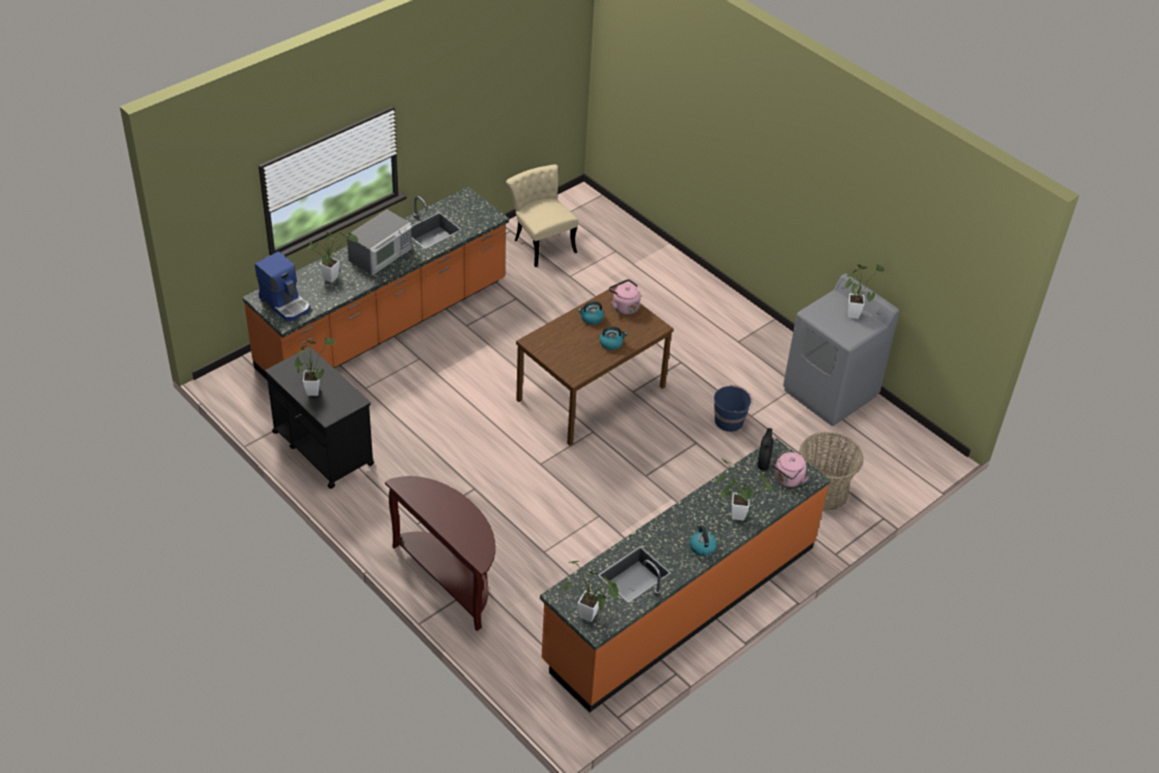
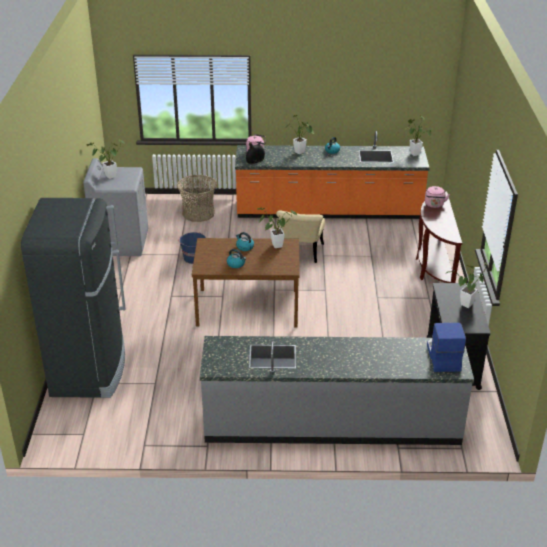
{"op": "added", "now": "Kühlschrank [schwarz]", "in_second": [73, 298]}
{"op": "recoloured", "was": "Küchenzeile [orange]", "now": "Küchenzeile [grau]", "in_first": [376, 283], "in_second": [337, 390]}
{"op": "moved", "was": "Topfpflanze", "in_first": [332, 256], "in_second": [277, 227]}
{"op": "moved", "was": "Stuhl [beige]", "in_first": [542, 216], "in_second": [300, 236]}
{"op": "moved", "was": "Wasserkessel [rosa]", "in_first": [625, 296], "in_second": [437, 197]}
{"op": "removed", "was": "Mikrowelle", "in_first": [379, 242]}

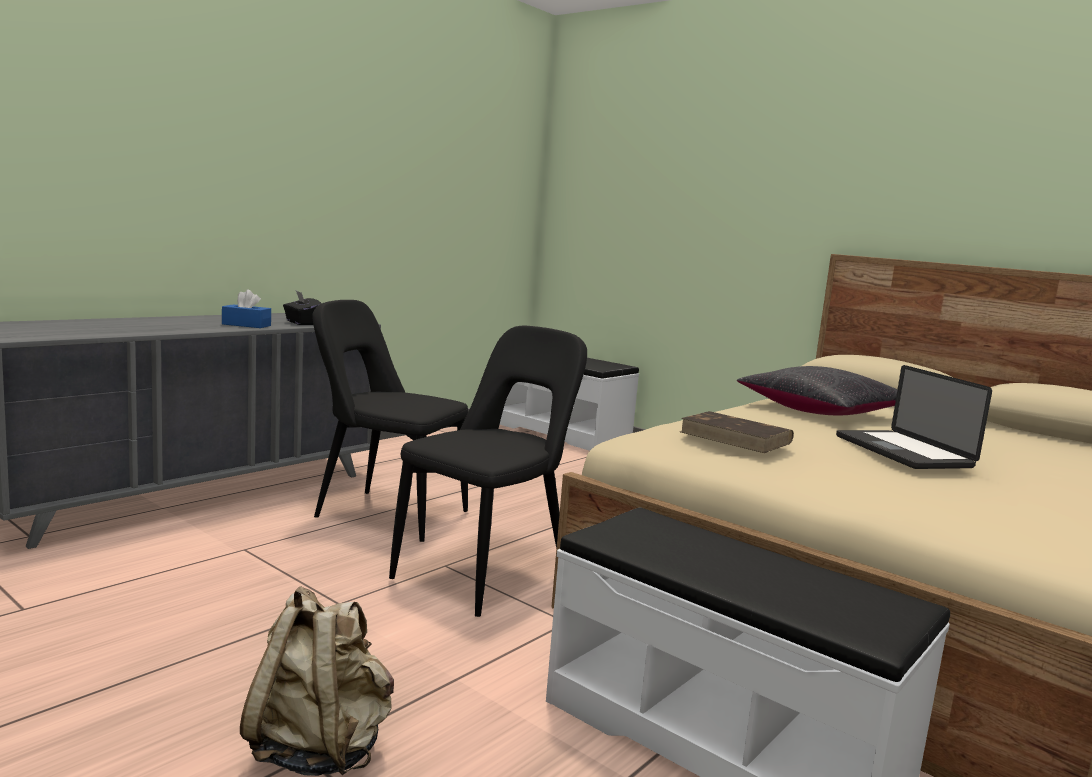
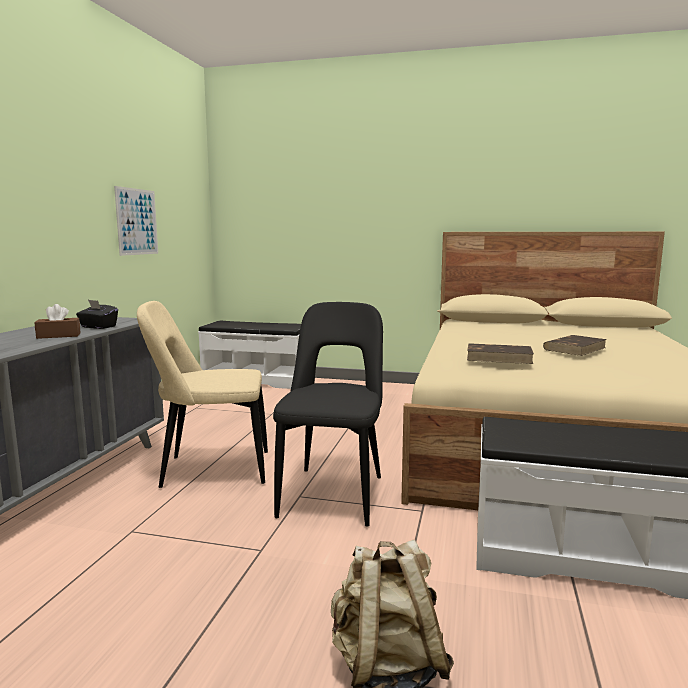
{"op": "recoloured", "was": "Taschentuchbox [blau]", "now": "Taschentuchbox [braun]", "in_first": [246, 309], "in_second": [57, 321]}
{"op": "added", "now": "Bild", "in_second": [136, 221]}
{"op": "recoloured", "was": "Stuhl [schwarz]", "now": "Stuhl [beige]", "in_first": [390, 421], "in_second": [202, 394]}
{"op": "replaced", "was": "Laptop", "now": "Buch [braun]", "in_first": [914, 417], "in_second": [575, 345]}
{"op": "removed", "was": "Kissen [schwarz]", "in_first": [817, 390]}

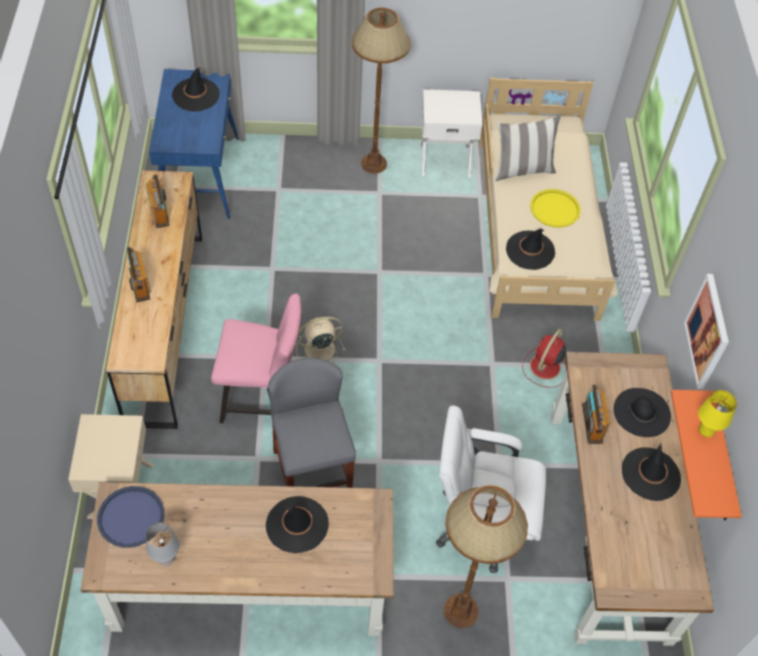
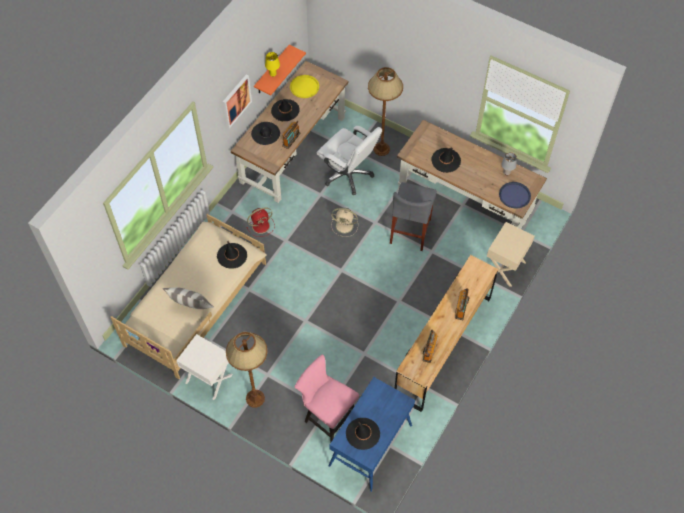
{"op": "moved", "was": "Tablett [gelb]", "in_first": [555, 208], "in_second": [304, 86]}
{"op": "moved", "was": "Stuhl [rosa]", "in_first": [256, 358], "in_second": [327, 398]}
{"op": "moved", "was": "Ventilator [beige]", "in_first": [320, 340], "in_second": [344, 222]}

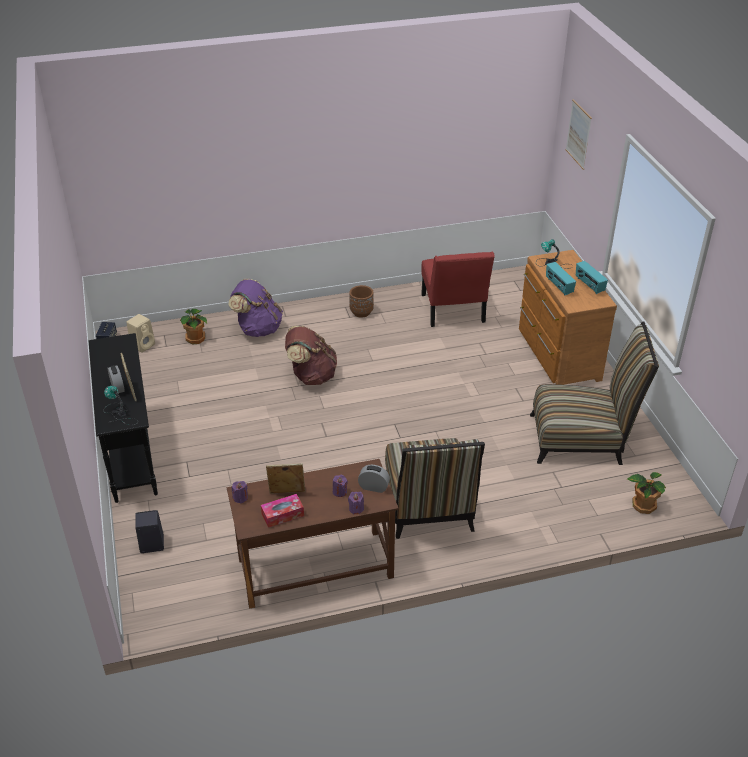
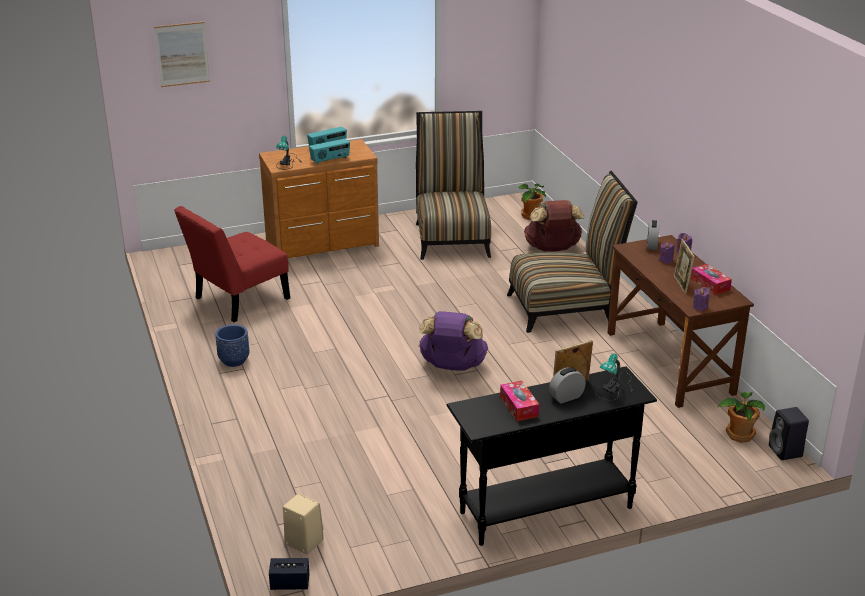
{"op": "turned", "was": "Stuhl [rot]", "in_first": [458, 289], "in_second": [232, 264], "clockwise": 150}
{"op": "recoloured", "was": "Pflanzkübel [braun]", "now": "Pflanzkübel [blau]", "in_first": [361, 301], "in_second": [232, 345]}
{"op": "moved", "was": "Rucksack [lila]", "in_first": [256, 308], "in_second": [453, 341]}
{"op": "added", "now": "Taschentuchbox", "in_second": [519, 401]}
{"op": "moved", "was": "Rucksack [braun]", "in_first": [311, 355], "in_second": [554, 226]}
{"op": "moved", "was": "Topfpflanze", "in_first": [193, 327], "in_second": [741, 417]}
{"op": "moved", "was": "Lautsprecher [schwarz]", "in_first": [149, 531], "in_second": [789, 433]}

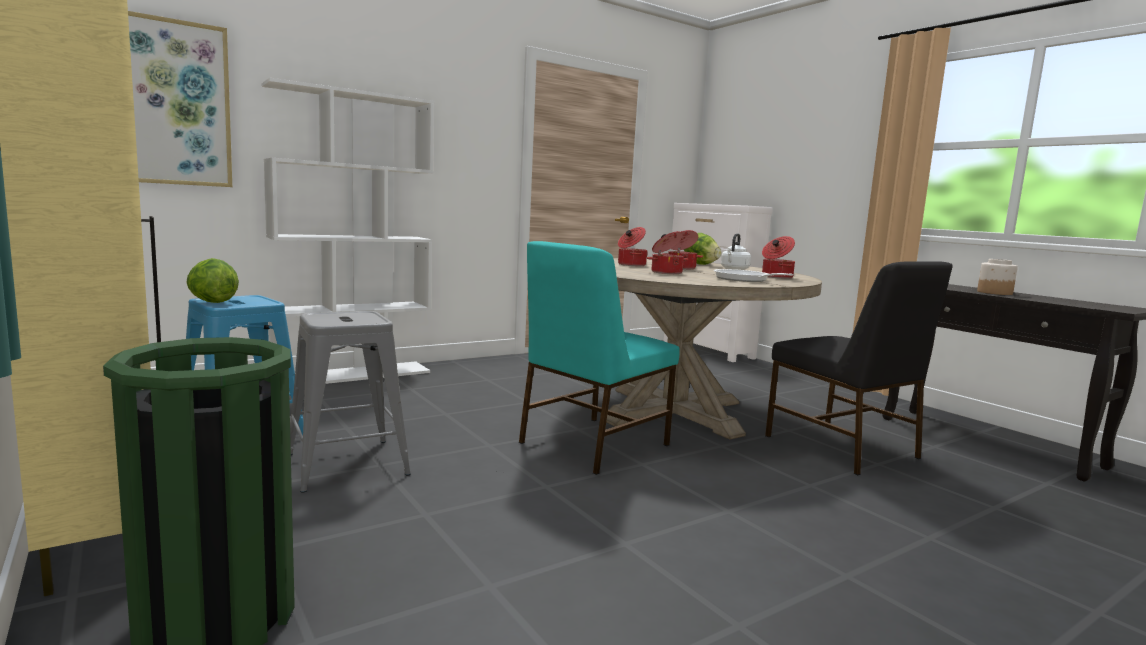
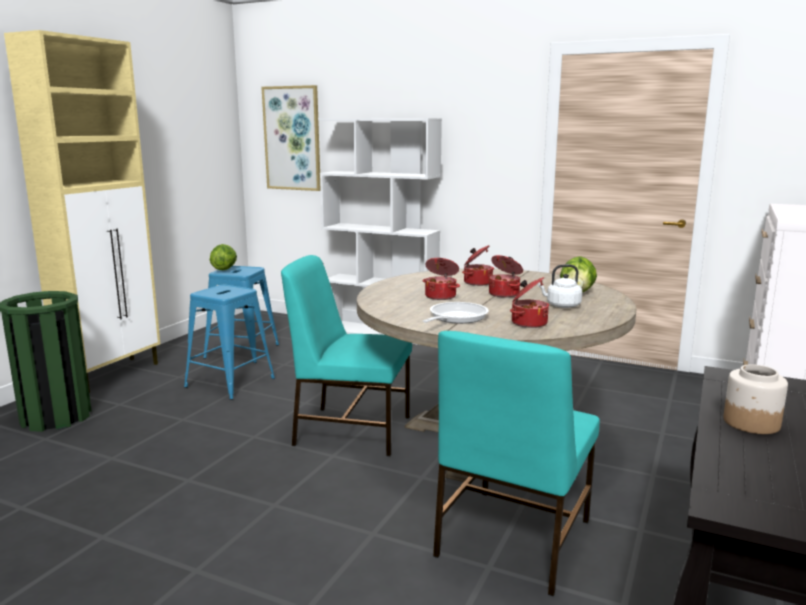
{"op": "recoloured", "was": "Hocker [grau]", "now": "Hocker [blau]", "in_first": [350, 402], "in_second": [229, 342]}
{"op": "recoloured", "was": "Stuhl [schwarz]", "now": "Stuhl [türkis]", "in_first": [859, 368], "in_second": [516, 463]}

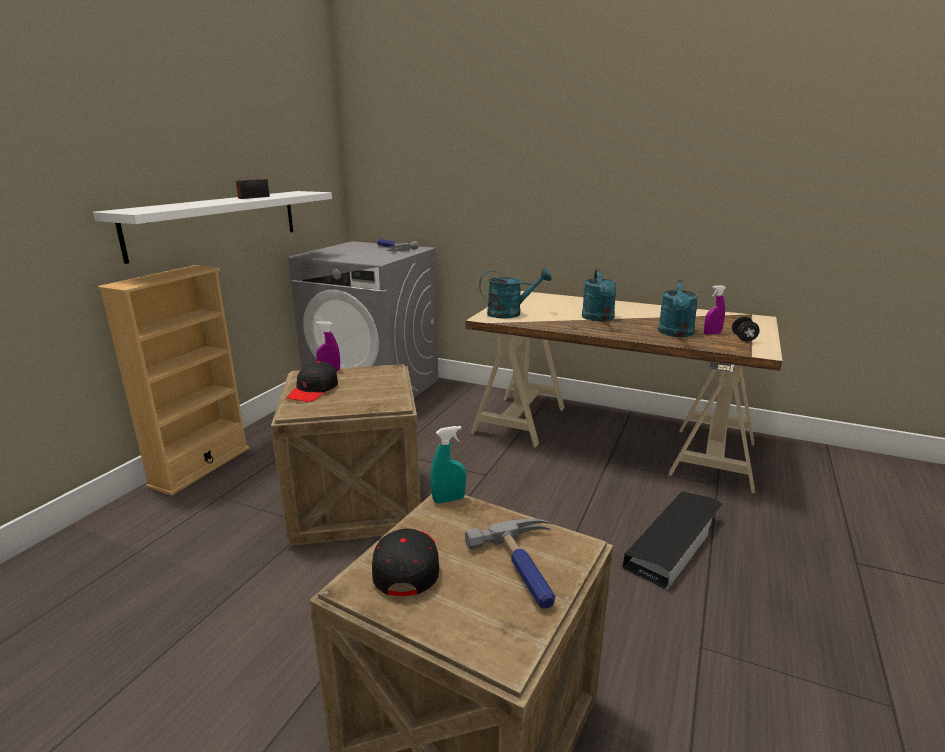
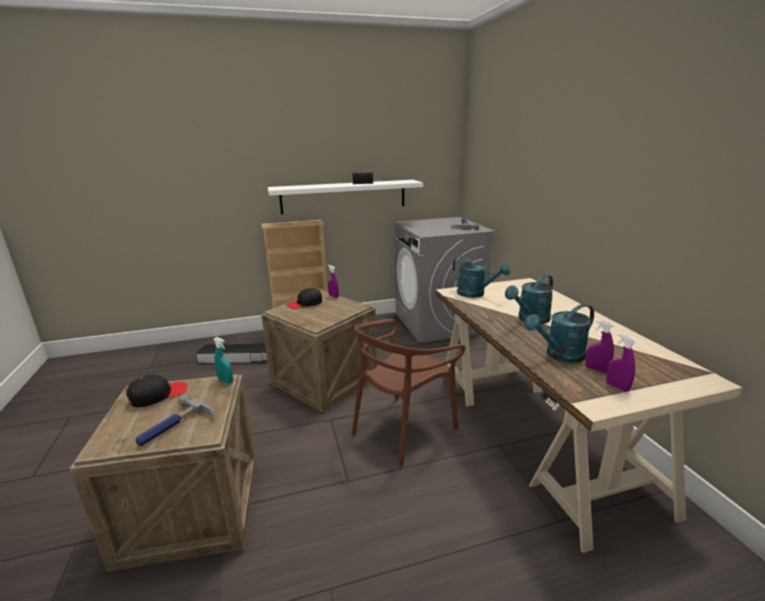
{"op": "moved", "was": "Aufbewahrungsbox [schwarz]", "in_first": [672, 540], "in_second": [231, 353]}
{"op": "added", "now": "Stuhl [braun]", "in_second": [408, 393]}
{"op": "replaced", "was": "Hantel [schwarz]", "now": "Sprühflasche [lila]", "in_first": [746, 329], "in_second": [621, 362]}

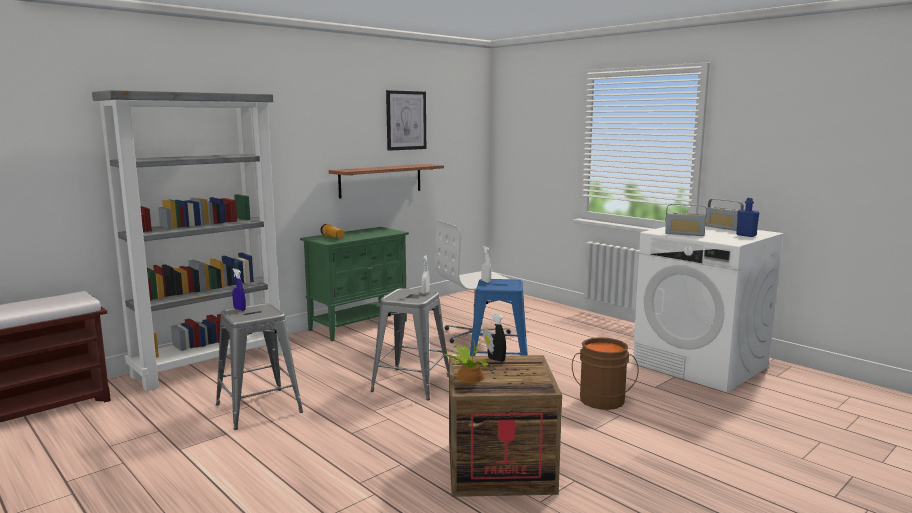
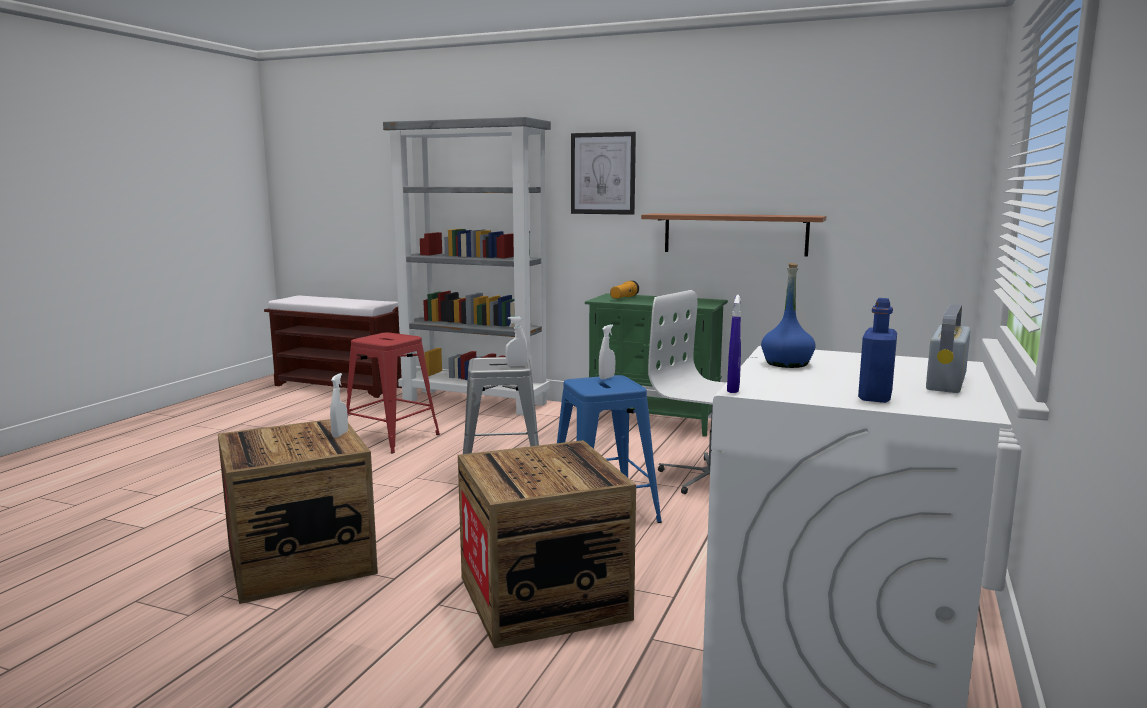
{"op": "recoloured", "was": "Sprühflasche [schwarz]", "now": "Sprühflasche [weiß]", "in_first": [496, 337], "in_second": [339, 405]}
{"op": "recoloured", "was": "Hocker [grau]", "now": "Hocker [rot]", "in_first": [259, 366], "in_second": [393, 393]}
{"op": "replaced", "was": "Eimer [braun]", "now": "Kiste", "in_first": [605, 373], "in_second": [547, 544]}
{"op": "moved", "was": "Bild", "in_first": [406, 120], "in_second": [603, 173]}
{"op": "moved", "was": "Sprühflasche [blau]", "in_first": [239, 290], "in_second": [734, 344]}
{"op": "replaced", "was": "Radio", "now": "Flasche [blau]", "in_first": [686, 220], "in_second": [788, 315]}
{"op": "removed", "was": "Topfpflanze", "in_first": [469, 354]}

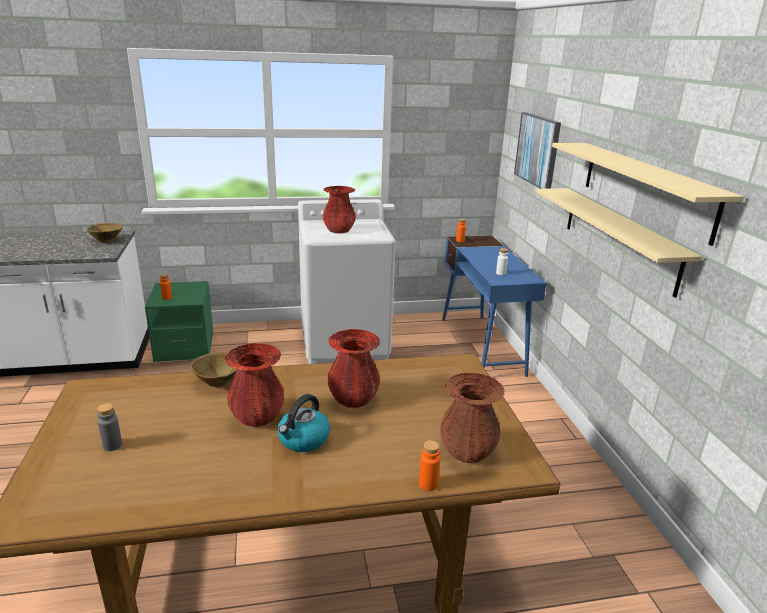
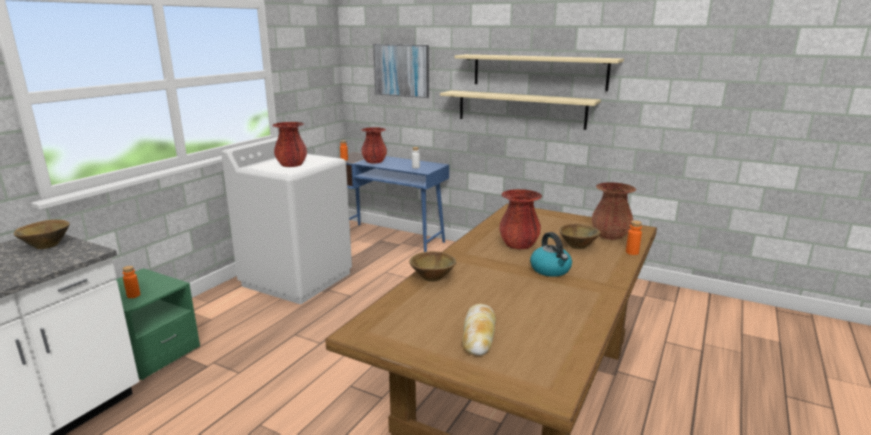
{"op": "moved", "was": "Vase [rot]", "in_first": [254, 385], "in_second": [374, 145]}
{"op": "replaced", "was": "Flasche [grau]", "now": "Brot", "in_first": [109, 427], "in_second": [479, 330]}
{"op": "added", "now": "Schüssel [braun]", "in_second": [580, 236]}

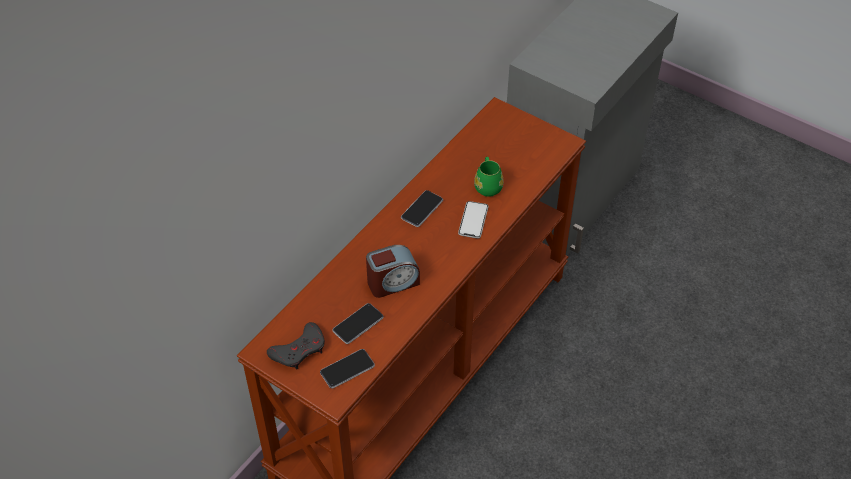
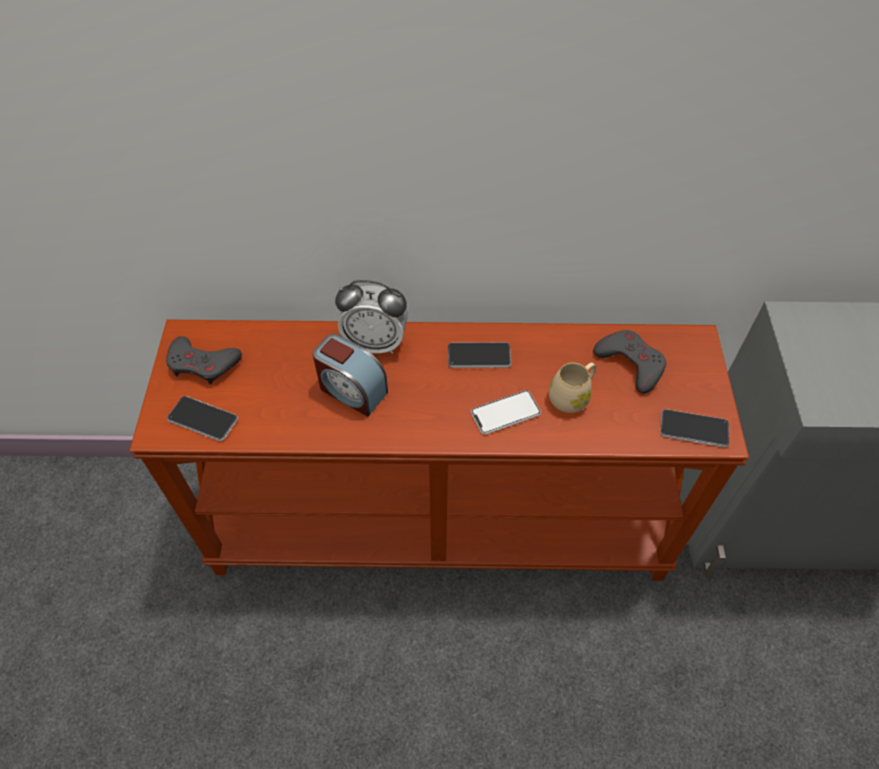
{"op": "added", "now": "Wecker", "in_second": [371, 317]}
{"op": "recoloured", "was": "Henkelbecher [grün]", "now": "Henkelbecher [beige]", "in_first": [489, 177], "in_second": [572, 388]}
{"op": "added", "now": "Gamepad [grau]", "in_second": [629, 362]}
{"op": "moved", "was": "Handy", "in_first": [358, 323], "in_second": [694, 428]}

